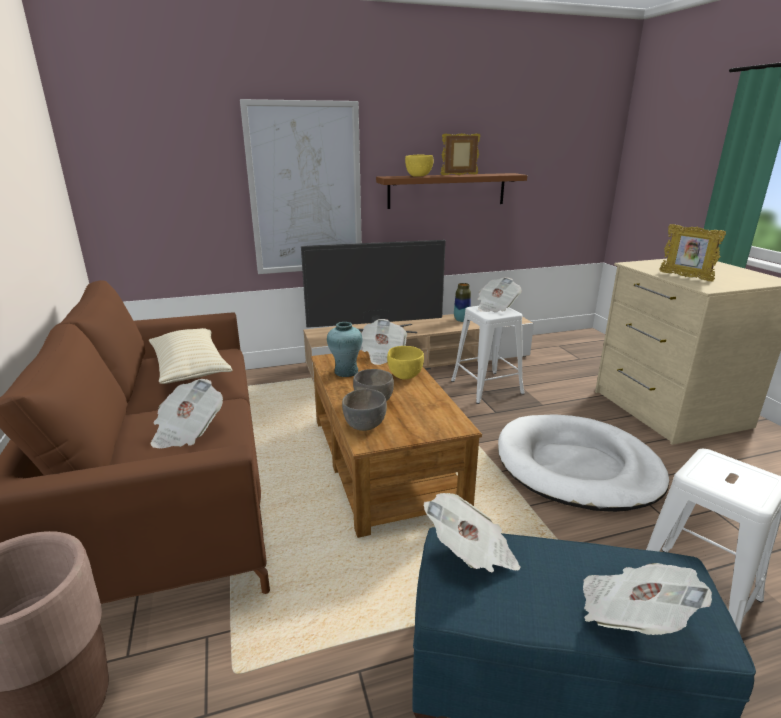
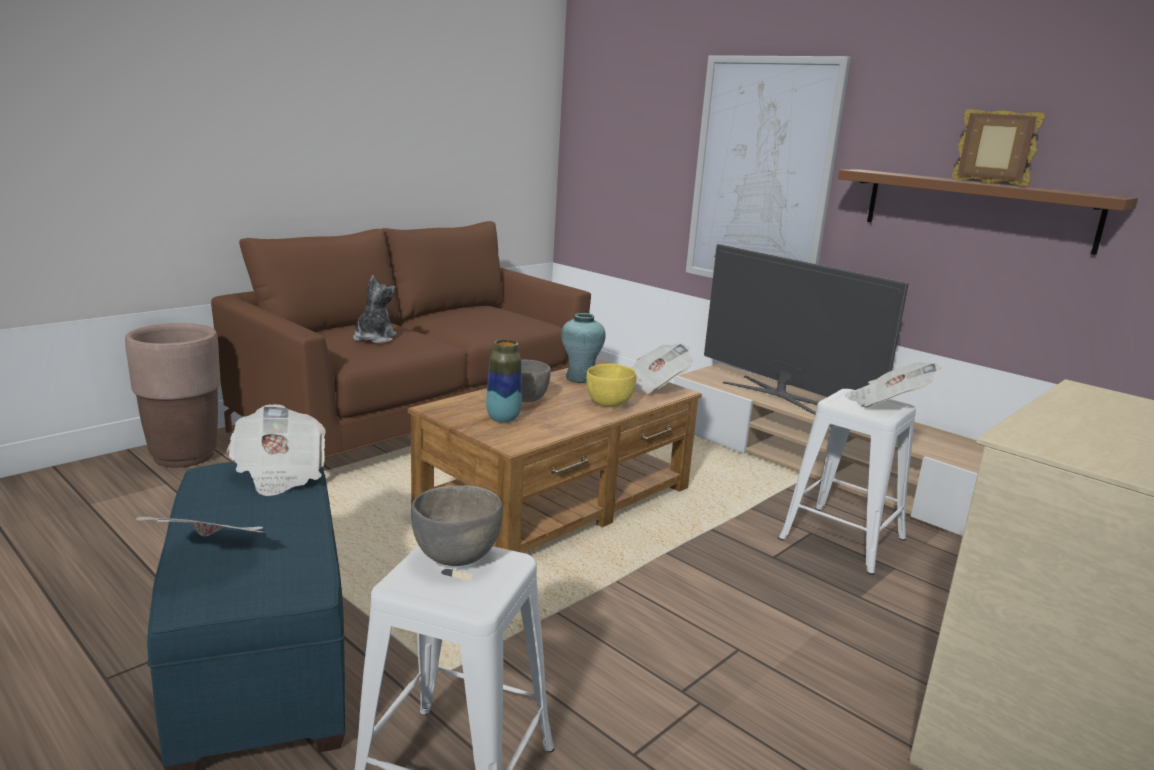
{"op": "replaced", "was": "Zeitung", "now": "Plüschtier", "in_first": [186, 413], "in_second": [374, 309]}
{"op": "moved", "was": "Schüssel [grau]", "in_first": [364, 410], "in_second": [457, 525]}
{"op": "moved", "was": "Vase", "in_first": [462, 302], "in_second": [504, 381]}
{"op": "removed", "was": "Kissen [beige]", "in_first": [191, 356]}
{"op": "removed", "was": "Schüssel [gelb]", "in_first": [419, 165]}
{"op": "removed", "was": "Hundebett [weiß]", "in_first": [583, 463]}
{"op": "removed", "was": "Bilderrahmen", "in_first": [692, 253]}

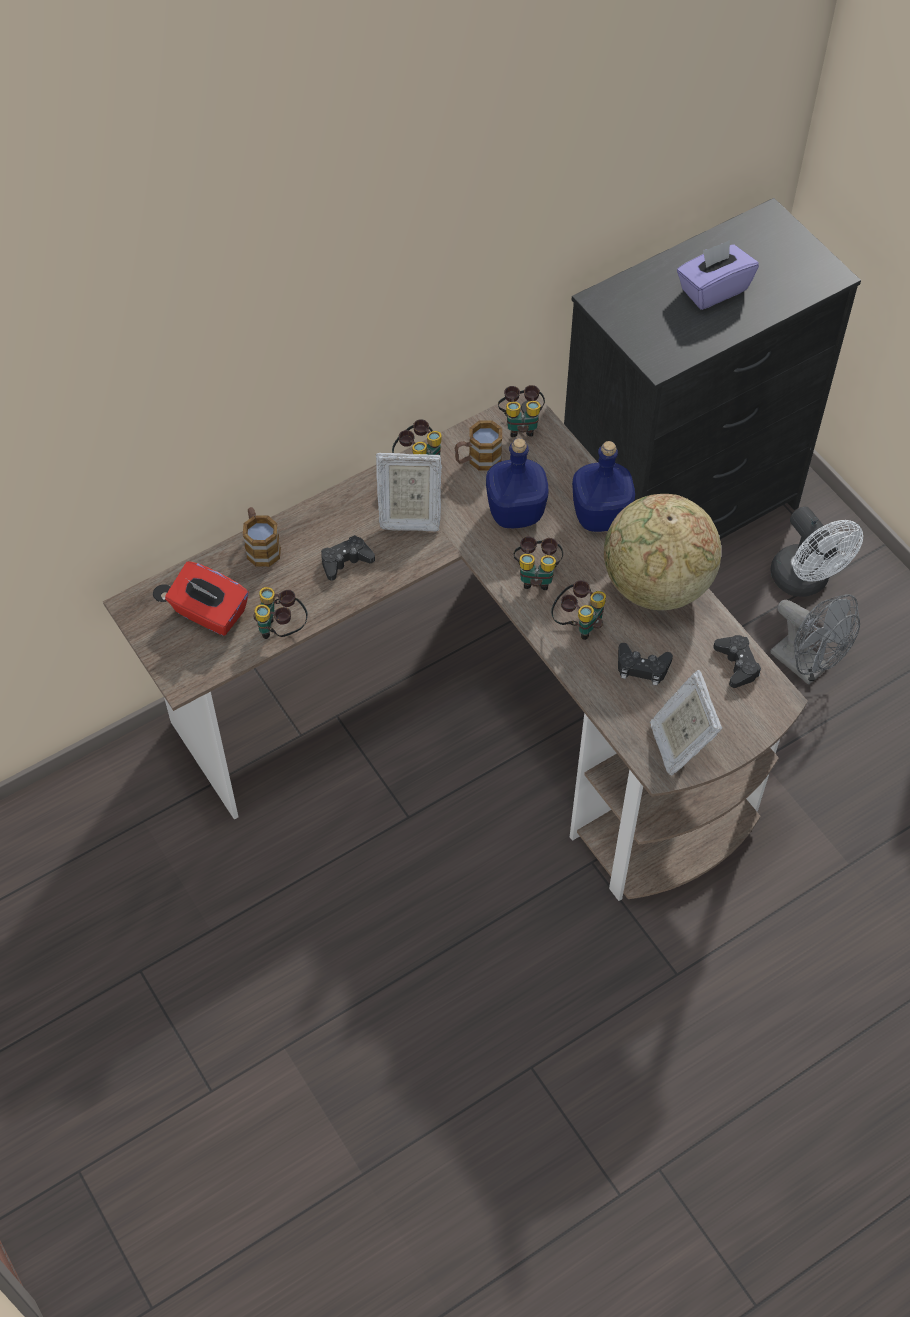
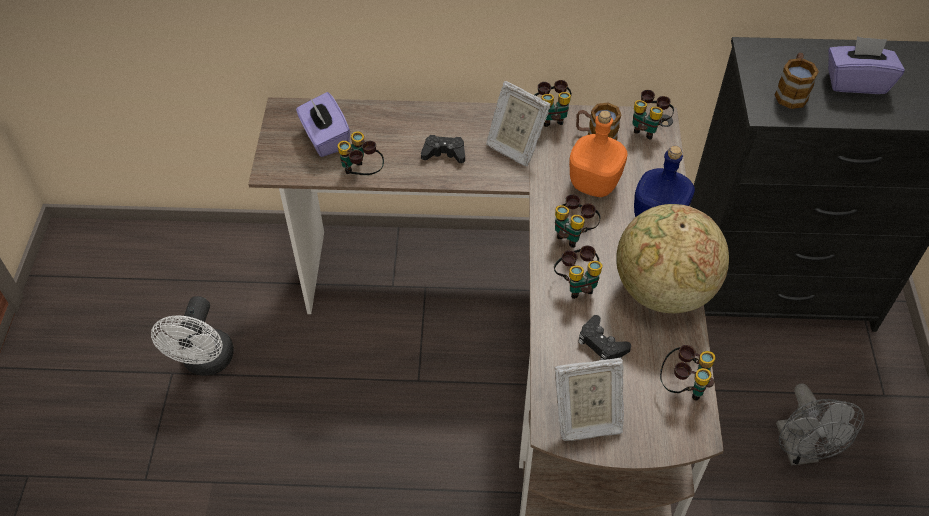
{"op": "moved", "was": "Ventilator [weiß]", "in_first": [816, 552], "in_second": [192, 335]}
{"op": "recoloured", "was": "Taschentuchbox [rot]", "now": "Taschentuchbox [lila]", "in_first": [207, 598], "in_second": [323, 124]}
{"op": "turned", "was": "Bilderrahmen", "in_first": [686, 723], "in_second": [589, 399], "clockwise": -120}
{"op": "recoloured", "was": "Flasche [blau]", "now": "Flasche [orange]", "in_first": [517, 483], "in_second": [598, 153]}
{"op": "replaced", "was": "Gamepad [schwarz]", "now": "Fernglas", "in_first": [737, 661], "in_second": [688, 373]}
{"op": "moved", "was": "Henkelbecher", "in_first": [262, 537], "in_second": [797, 81]}

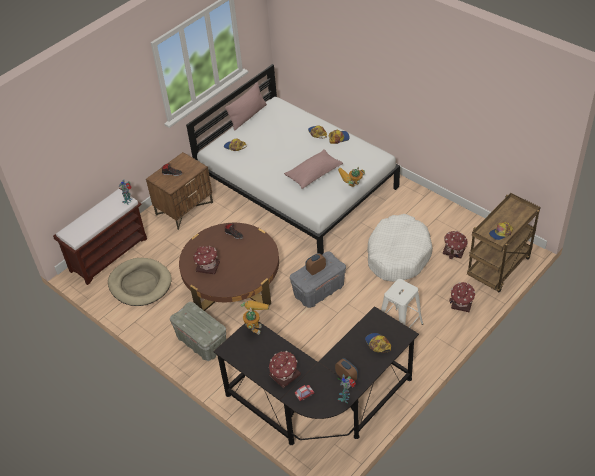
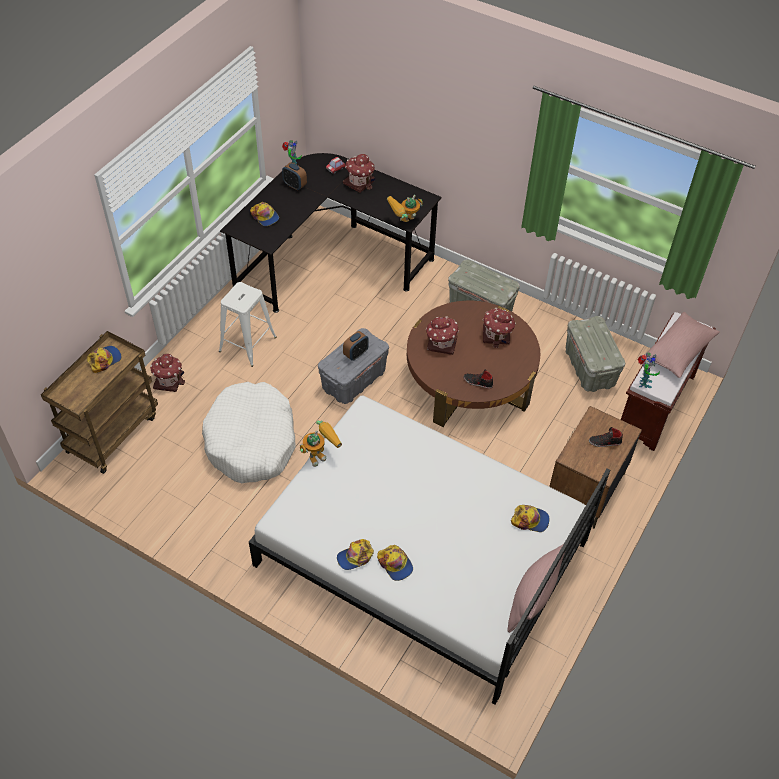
{"op": "turned", "was": "Spielzeugroboter", "in_first": [255, 317], "in_second": [405, 208], "clockwise": 60}
{"op": "moved", "was": "Spielzeughaus", "in_first": [455, 245], "in_second": [442, 336]}
{"op": "replaced", "was": "Hundebett [beige]", "now": "Aufbewahrungsbox [grau]", "in_first": [140, 282], "in_second": [595, 354]}
{"op": "moved", "was": "Kissen [rosa]", "in_first": [313, 169], "in_second": [682, 345]}

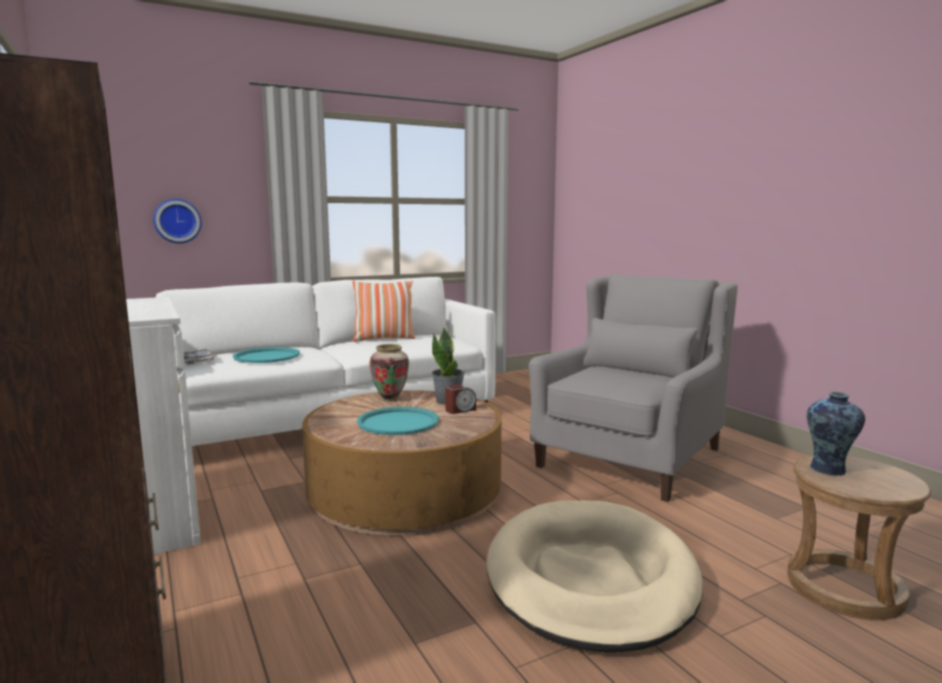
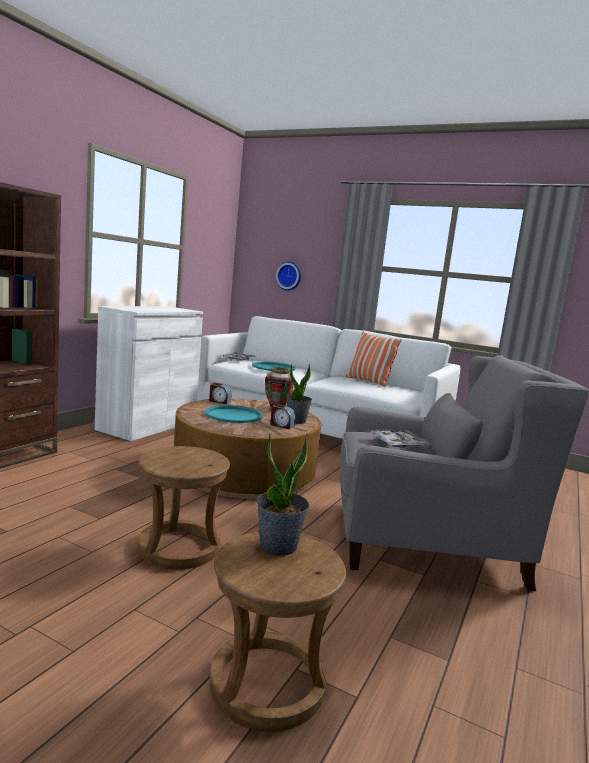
{"op": "replaced", "was": "Hundebett [beige]", "now": "Hocker [braun]", "in_first": [595, 576], "in_second": [184, 508]}
{"op": "added", "now": "Wecker", "in_second": [220, 393]}
{"op": "replaced", "was": "Vase", "now": "Topfpflanze", "in_first": [836, 434], "in_second": [283, 494]}
{"op": "added", "now": "Tablett", "in_second": [400, 438]}

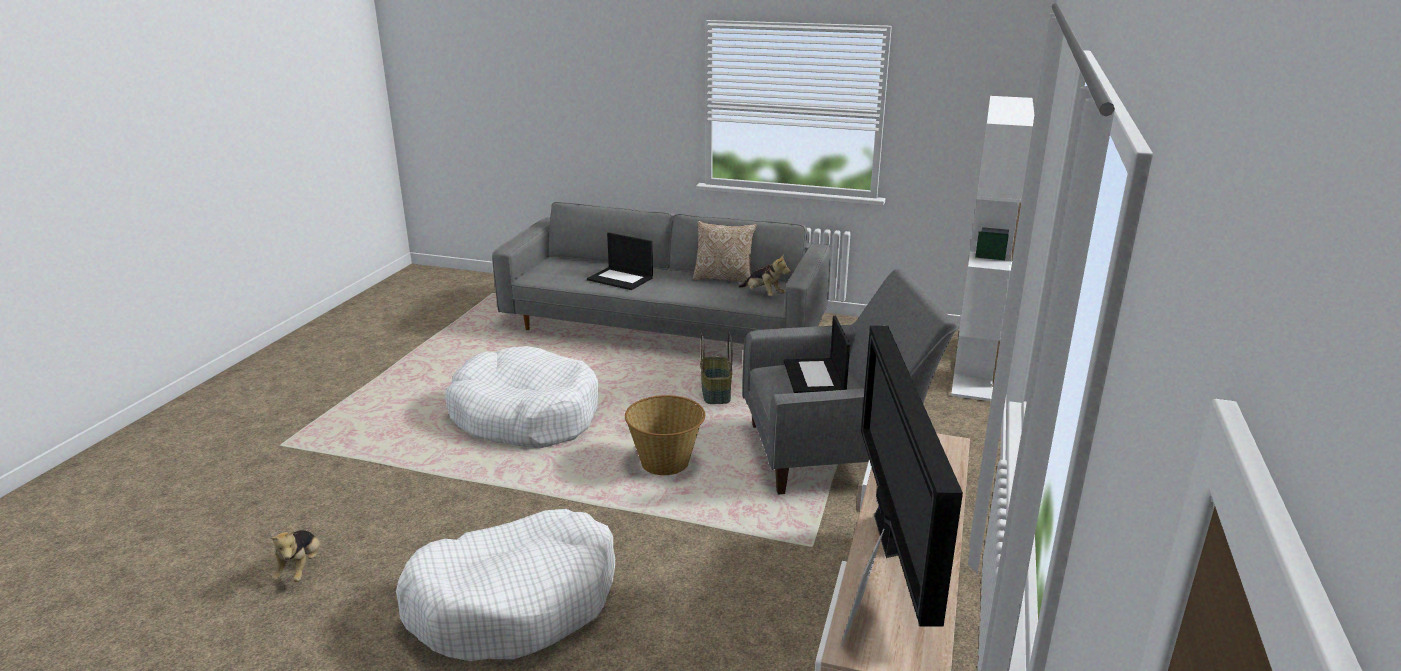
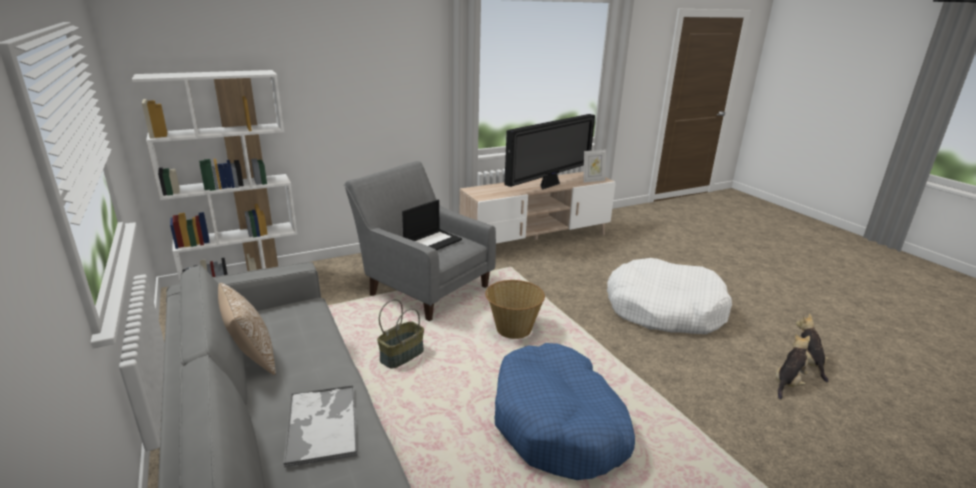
{"op": "replaced", "was": "Laptop", "now": "Tablett", "in_first": [620, 261], "in_second": [320, 426]}
{"op": "recoloured", "was": "Hundebett [weiß]", "now": "Hundebett [blau]", "in_first": [521, 397], "in_second": [565, 411]}
{"op": "moved", "was": "Plüschtier", "in_first": [764, 275], "in_second": [810, 347]}

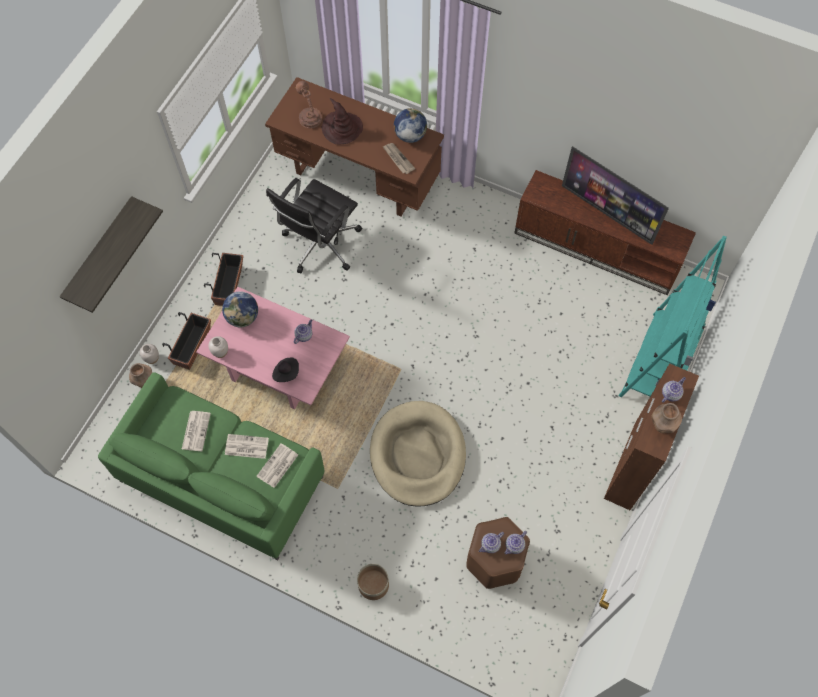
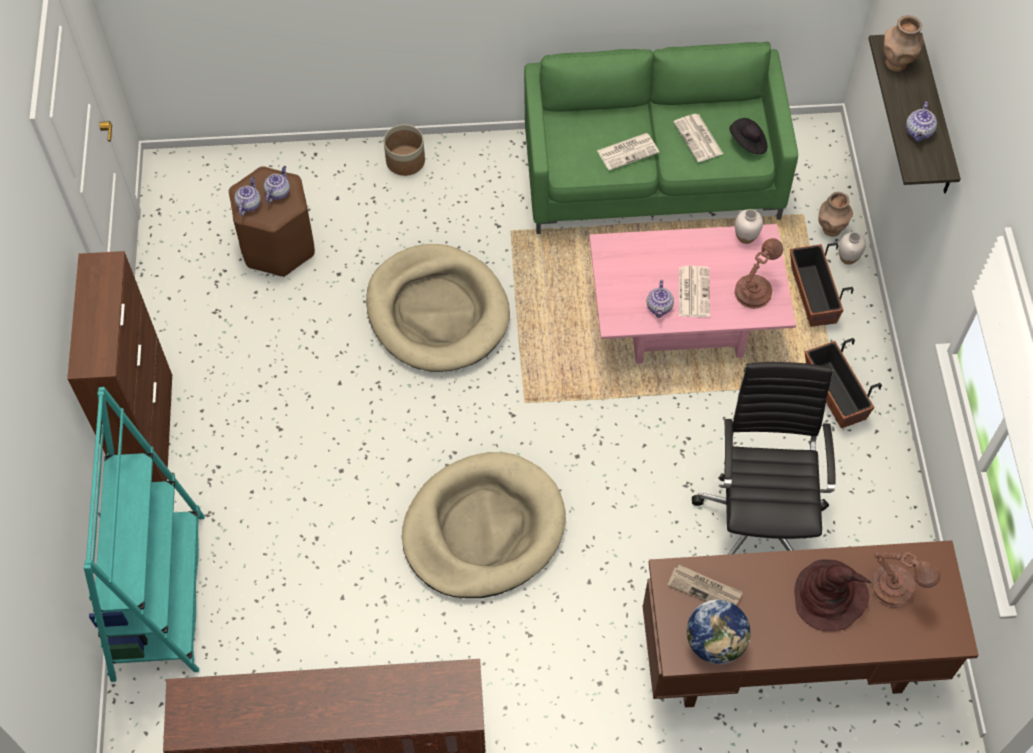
{"op": "added", "now": "Hundebett [beige]", "in_second": [484, 525]}
{"op": "moved", "was": "Zeitung", "in_first": [277, 465], "in_second": [694, 291]}
{"op": "moved", "was": "Hut [schwarz]", "in_first": [285, 369], "in_second": [748, 136]}
{"op": "replaced", "was": "Globus", "now": "Tischlampe [braun]", "in_first": [240, 309], "in_second": [759, 273]}
{"op": "moved", "was": "Vase [braun]", "in_first": [666, 418], "in_second": [903, 43]}
{"op": "moved", "was": "Teekanne", "in_first": [674, 390], "in_second": [921, 122]}
{"op": "removed", "was": "Fernseher", "in_first": [615, 195]}

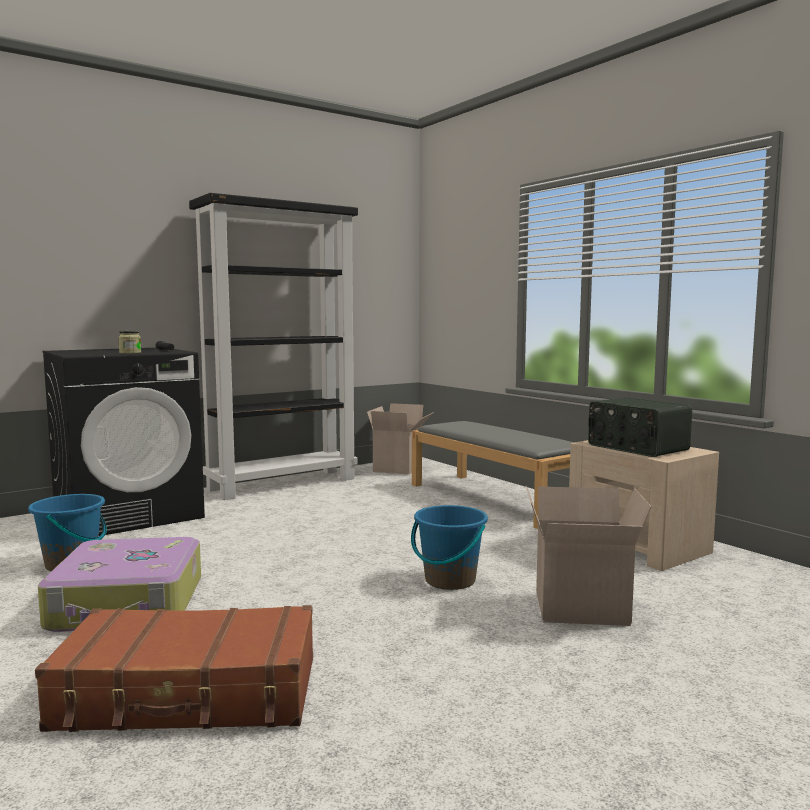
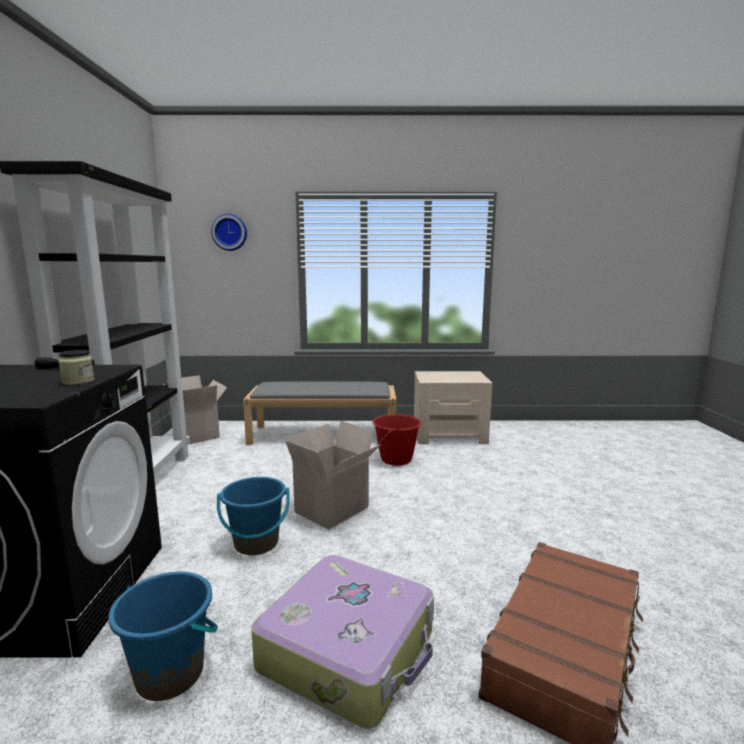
{"op": "added", "now": "Wanduhr", "in_second": [229, 232]}
{"op": "moved", "was": "Eimer [blau]", "in_first": [449, 547], "in_second": [253, 516]}
{"op": "moved", "was": "Karton", "in_first": [588, 556], "in_second": [333, 475]}
{"op": "added", "now": "Eimer [rot]", "in_second": [397, 440]}
{"op": "removed", "was": "Radio", "in_first": [640, 427]}

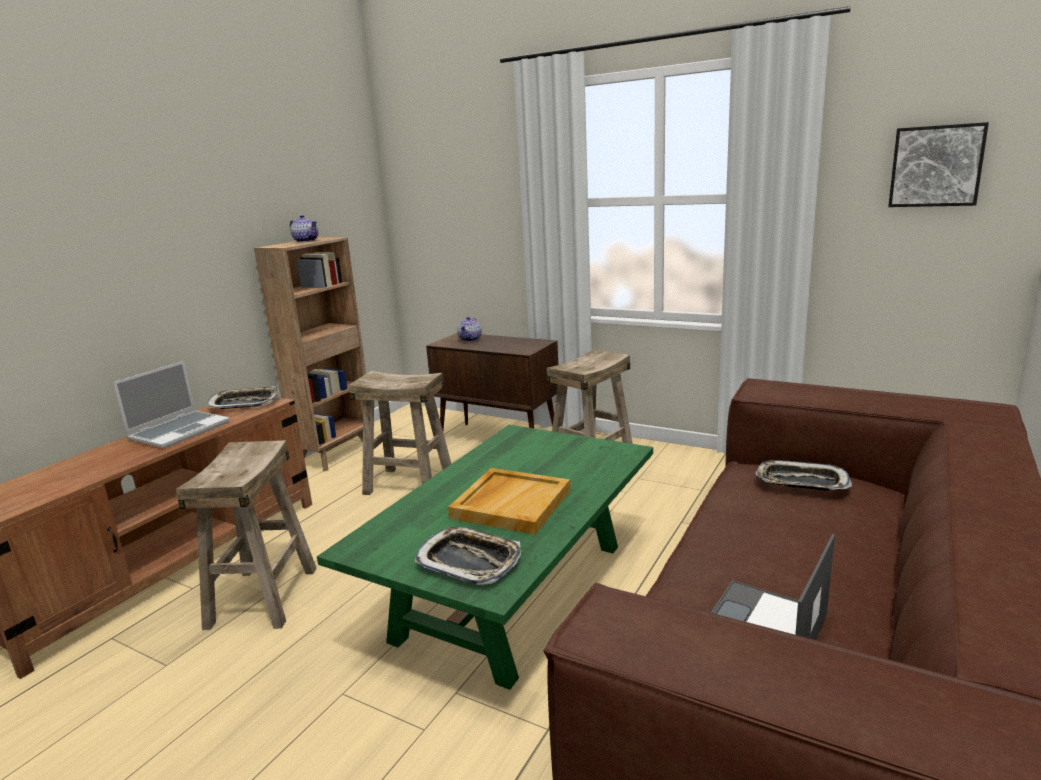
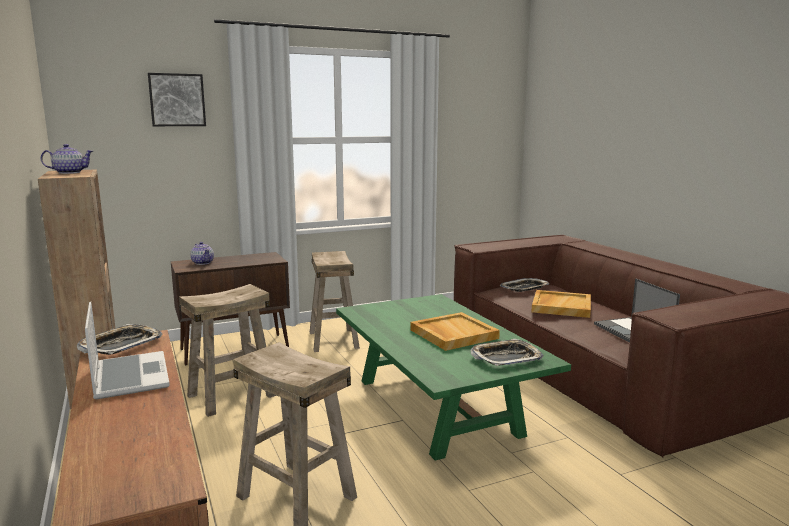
{"op": "moved", "was": "Bild", "in_first": [938, 164], "in_second": [177, 99]}
{"op": "added", "now": "Tablett [beige]", "in_second": [561, 304]}

